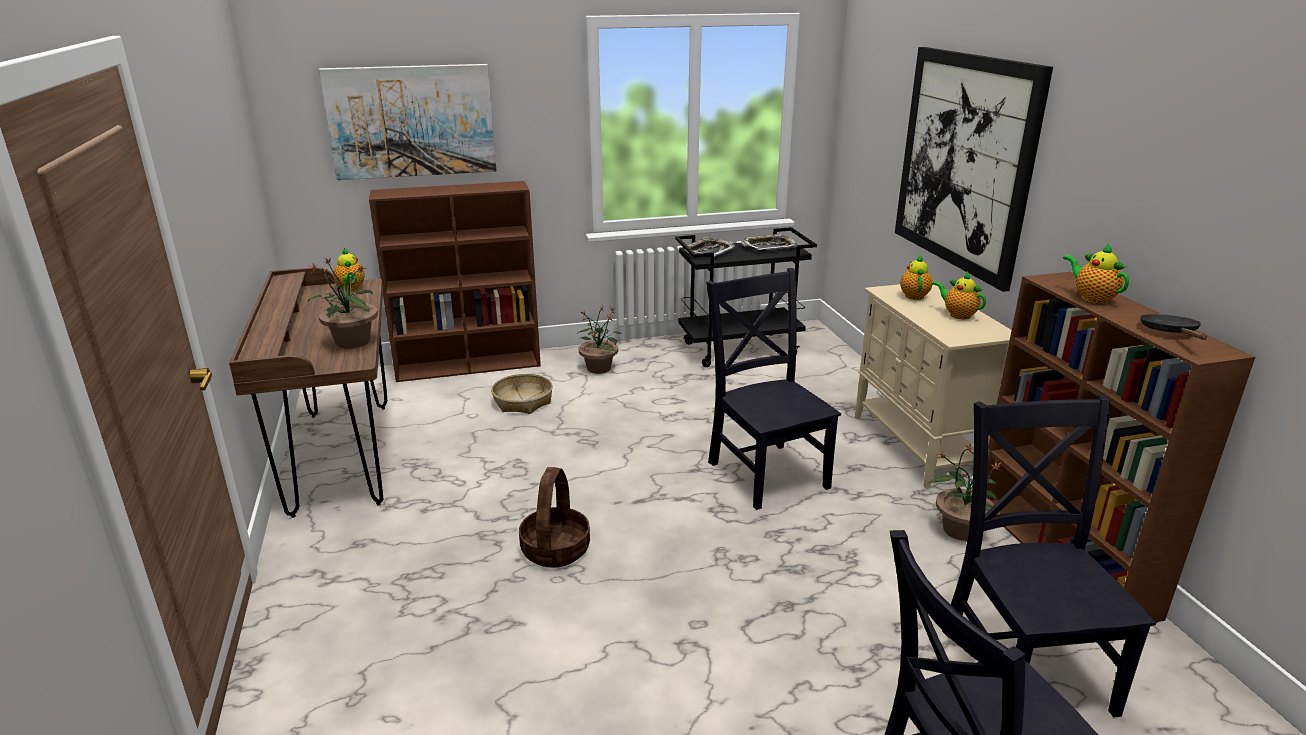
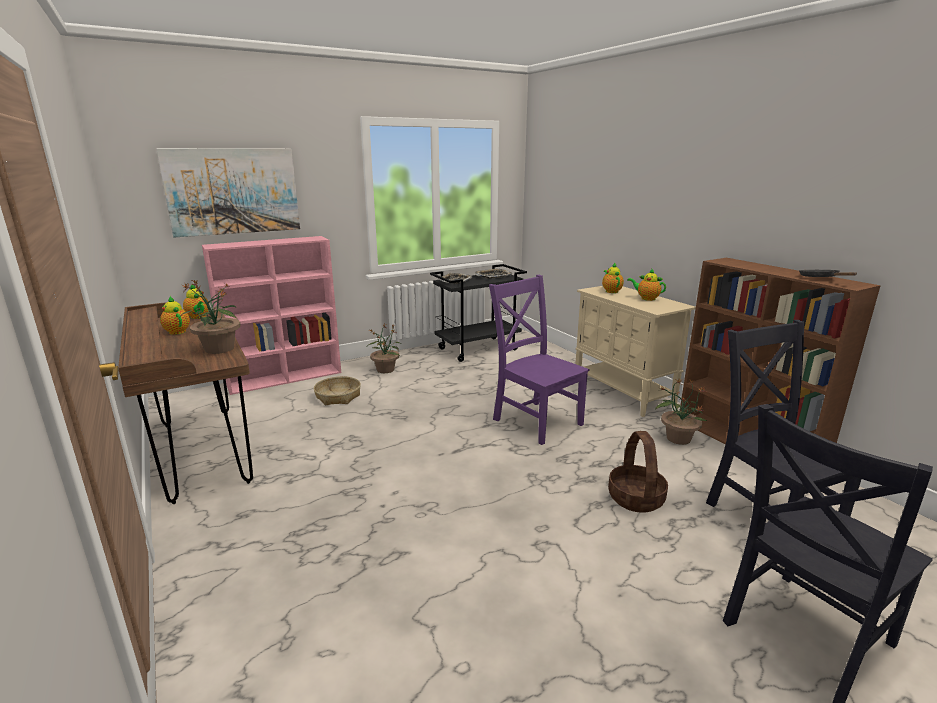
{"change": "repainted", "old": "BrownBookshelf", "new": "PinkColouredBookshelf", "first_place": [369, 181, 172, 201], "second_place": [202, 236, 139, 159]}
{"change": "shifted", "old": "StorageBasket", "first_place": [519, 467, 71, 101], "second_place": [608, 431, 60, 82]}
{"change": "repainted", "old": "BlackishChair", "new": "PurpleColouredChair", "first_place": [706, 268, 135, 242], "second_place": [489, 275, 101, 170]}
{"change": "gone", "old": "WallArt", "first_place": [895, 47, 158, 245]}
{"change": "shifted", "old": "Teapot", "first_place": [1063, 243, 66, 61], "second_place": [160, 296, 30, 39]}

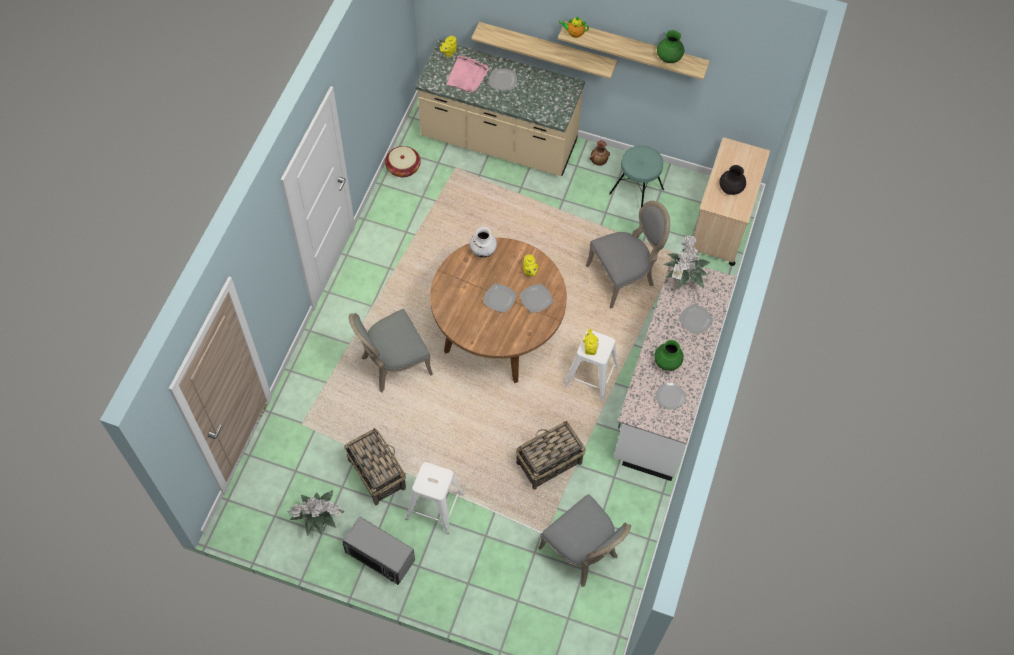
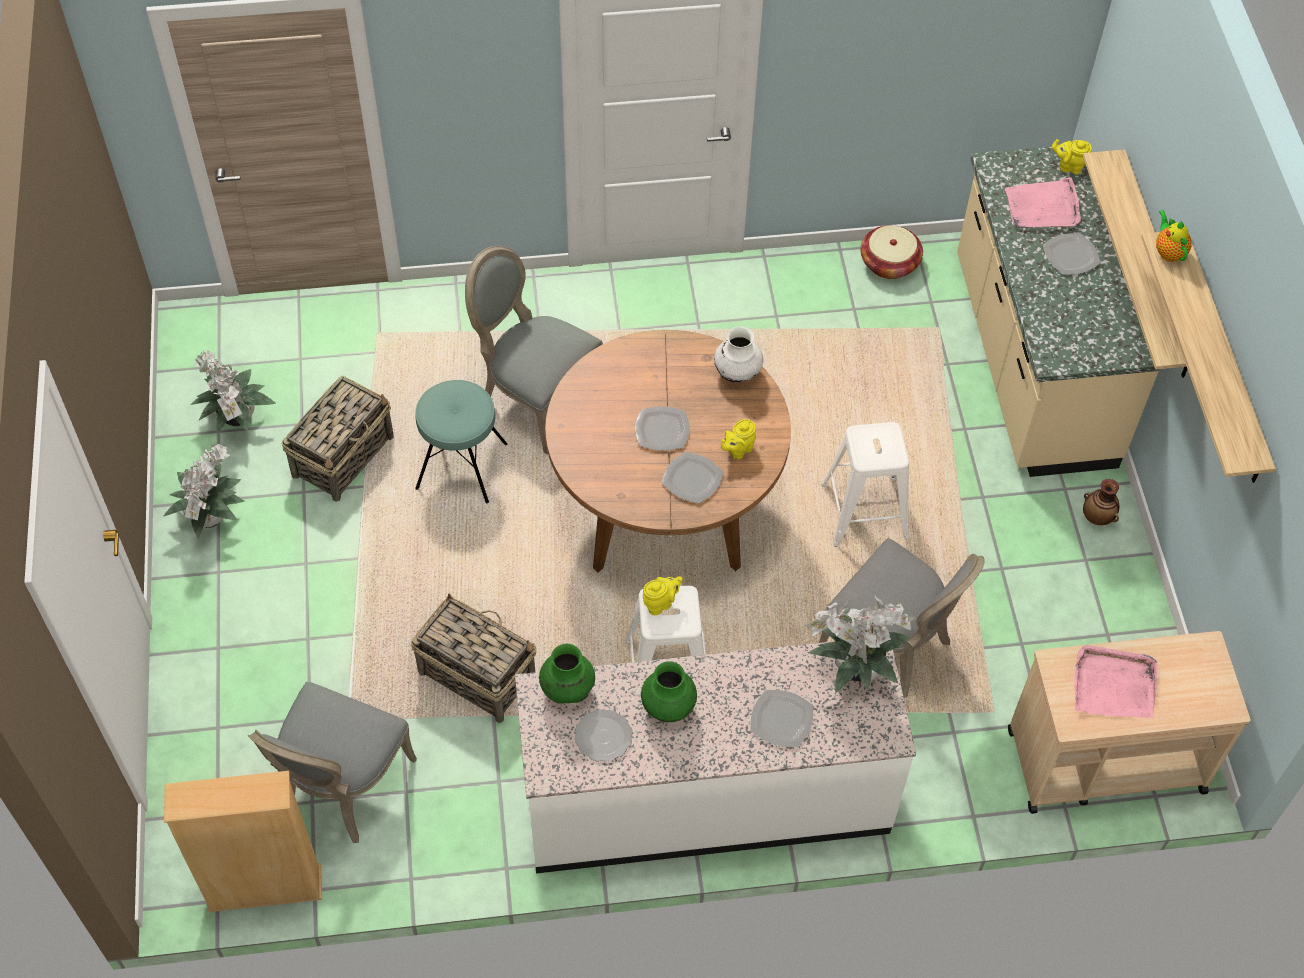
{"change": "swapped", "old": "KitchenMicrowave", "new": "PottedPlant", "first_place": [342, 517, 73, 68], "second_place": [163, 443, 81, 96]}
{"change": "shifted", "old": "WhiteStool", "first_place": [405, 462, 59, 72], "second_place": [821, 422, 89, 125]}
{"change": "shifted", "old": "TurquoiseColouredStool", "first_place": [609, 145, 55, 62], "second_place": [415, 380, 92, 123]}
{"change": "shifted", "old": "GreenishFlowerVase", "first_place": [657, 30, 27, 33], "second_place": [539, 644, 56, 60]}
{"change": "swapped", "old": "BlackishFlowerVase", "new": "PinkColouredServingTray", "first_place": [719, 165, 27, 30], "second_place": [1074, 645, 83, 73]}
{"change": "new", "new": "BeigeColouredBookshelf", "second_place": [164, 771, 158, 141]}

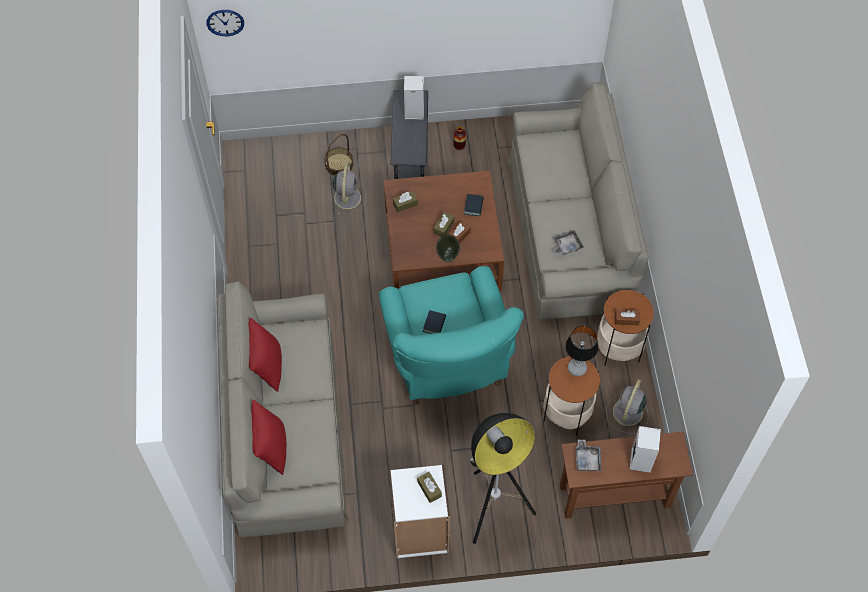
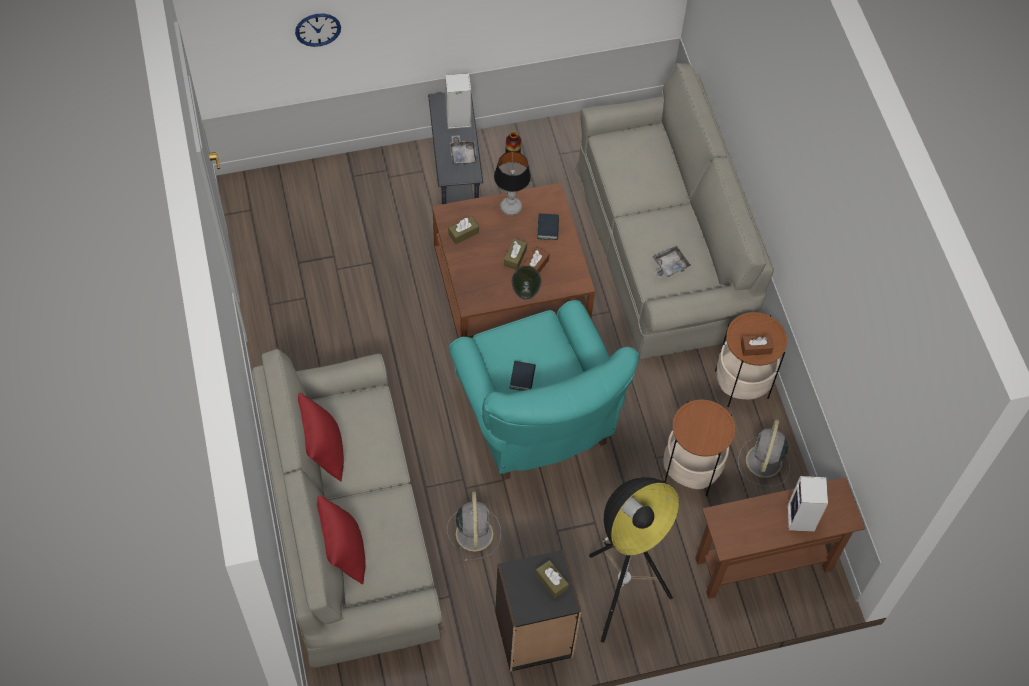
{"change": "shifted", "old": "WallClock", "first_place": [207, 10, 37, 26], "second_place": [295, 13, 46, 34]}
{"change": "gone", "old": "StorageBasket", "first_place": [324, 134, 30, 42]}
{"change": "shifted", "old": "GrayFan", "first_place": [328, 163, 39, 52], "second_place": [447, 491, 54, 70]}
{"change": "repainted", "old": "WhiteBookshelf", "new": "BlackishBookshelf", "first_place": [389, 465, 61, 94], "second_place": [495, 549, 87, 123]}
{"change": "shifted", "old": "TabletopLamp", "first_place": [565, 326, 33, 50], "second_place": [494, 151, 37, 65]}
{"change": "shifted", "old": "GrayServingTray", "first_place": [576, 440, 25, 31], "second_place": [450, 135, 28, 30]}

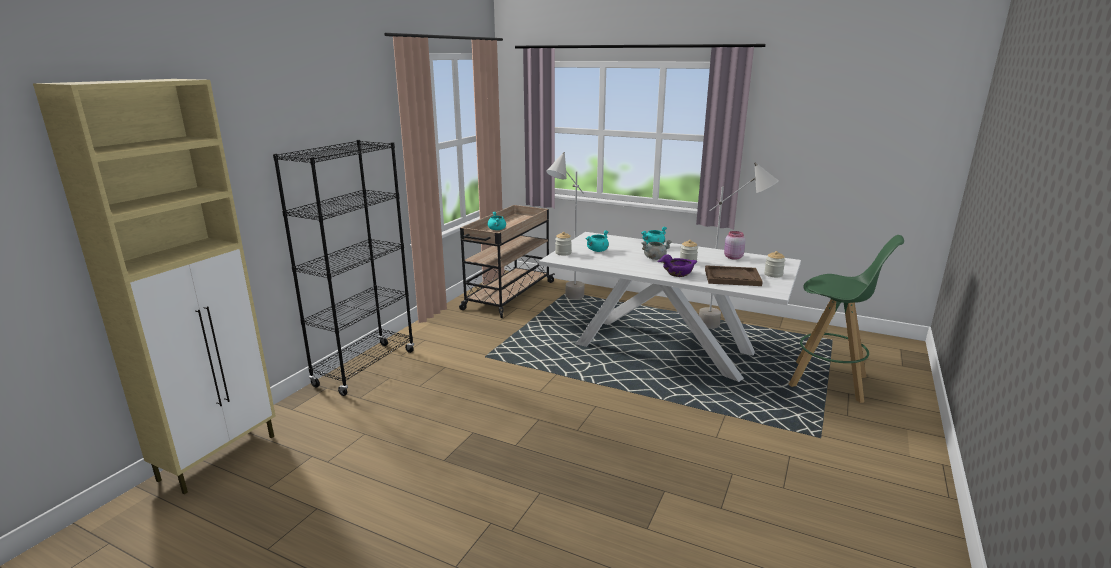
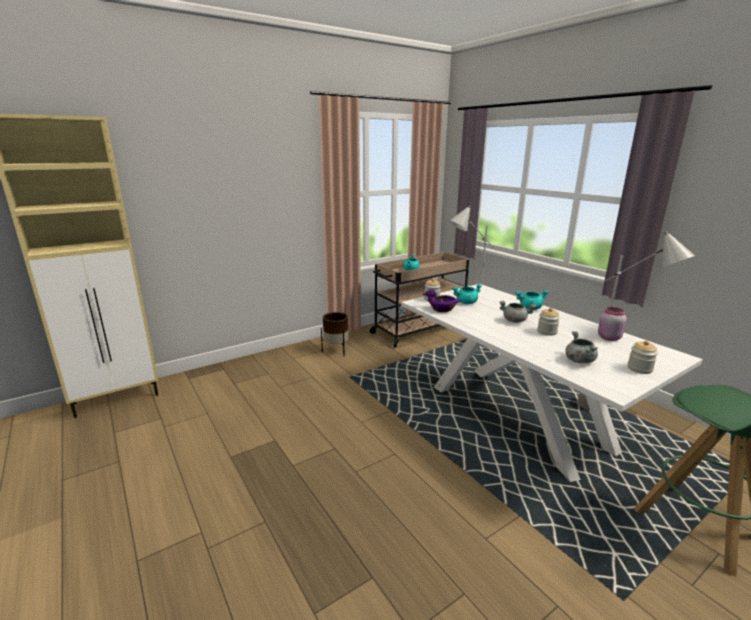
{"change": "gone", "old": "BlackishBookshelf", "first_place": [273, 140, 141, 256]}
{"change": "shifted", "old": "PurpleColouredServingBowl", "first_place": [657, 255, 40, 22], "second_place": [423, 289, 38, 23]}
{"change": "swapped", "old": "BrownServingTray", "new": "GrayStockpot", "first_place": [705, 265, 58, 21], "second_place": [565, 331, 33, 32]}
{"change": "new", "new": "BrownPlantPot", "second_place": [321, 312, 28, 44]}

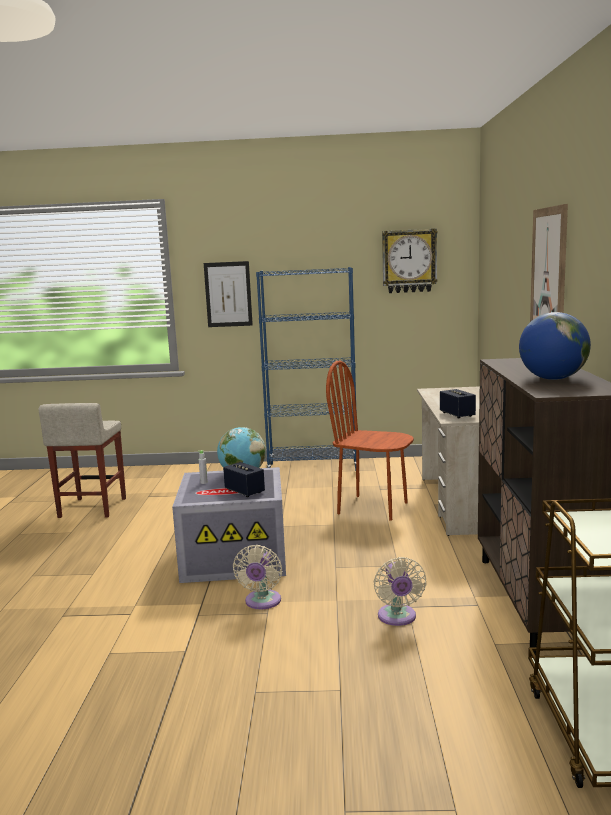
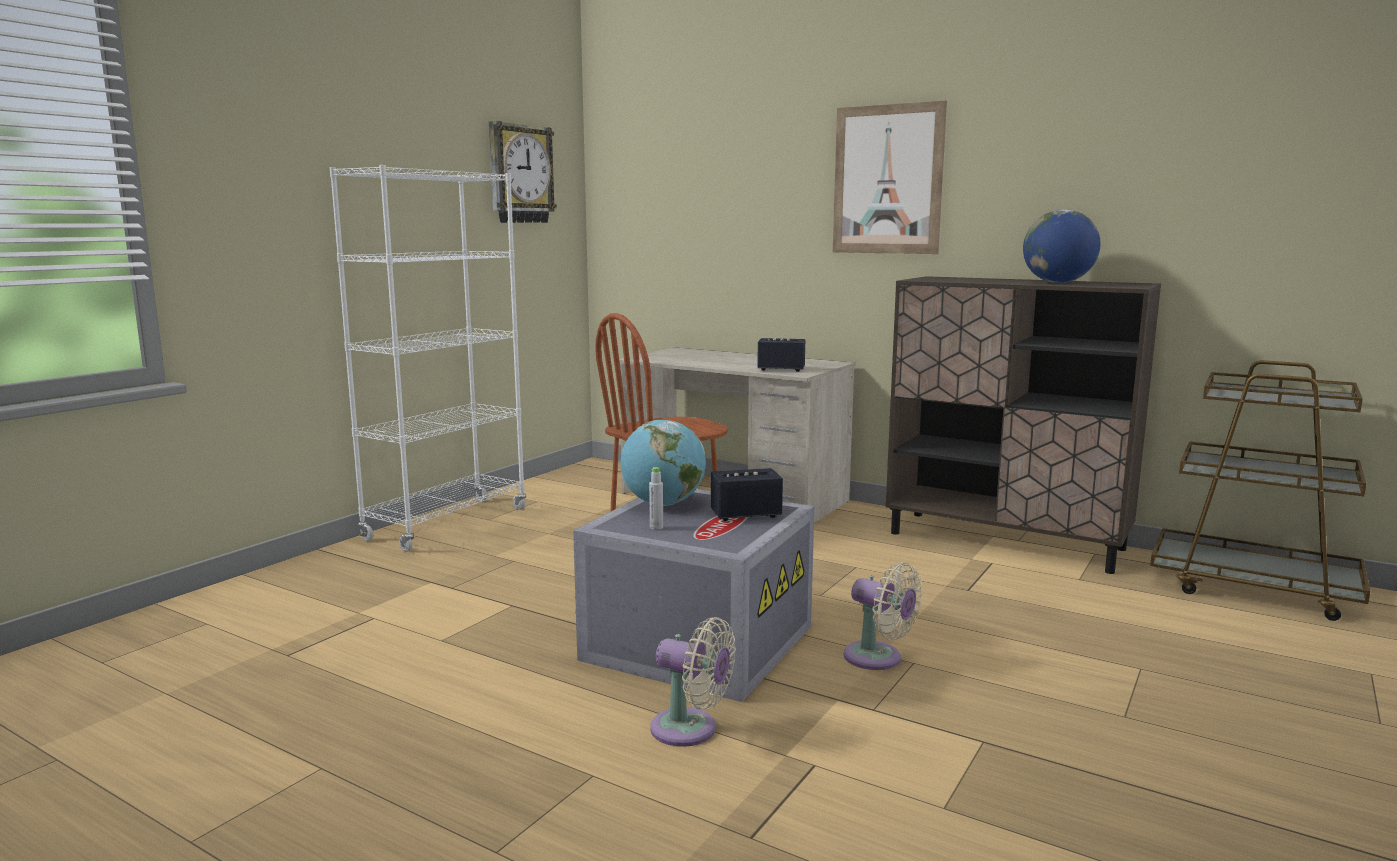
{"change": "gone", "old": "BeigeColouredStool", "first_place": [38, 403, 88, 115]}
{"change": "gone", "old": "WallArt", "first_place": [204, 261, 49, 66]}
{"change": "repainted", "old": "BlueBookshelf", "new": "WhiteBookshelf", "first_place": [256, 267, 101, 204], "second_place": [330, 165, 196, 387]}
{"change": "shifted", "old": "BeigeColouredFan", "first_place": [373, 557, 54, 69], "second_place": [650, 617, 86, 130]}

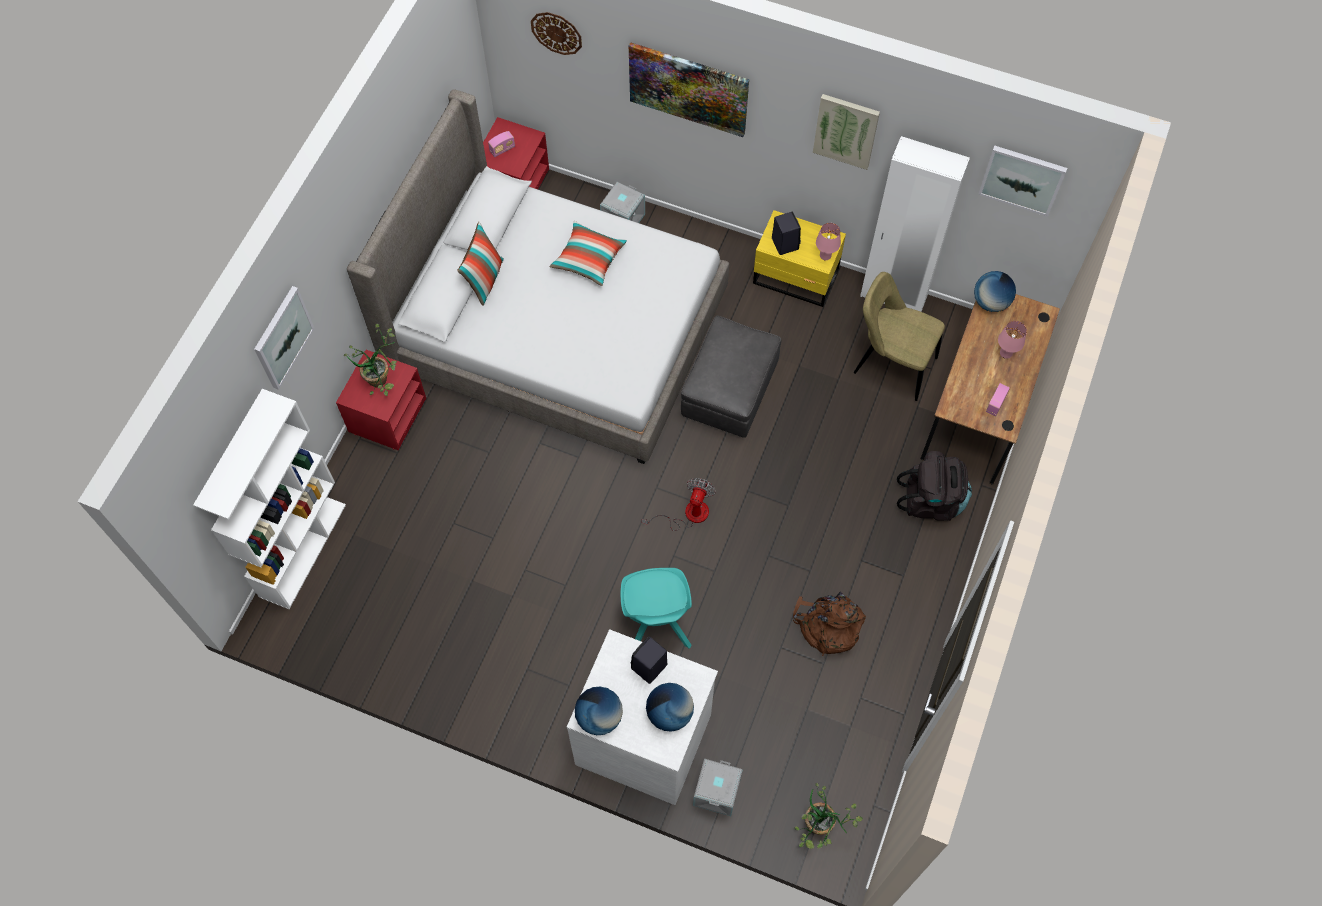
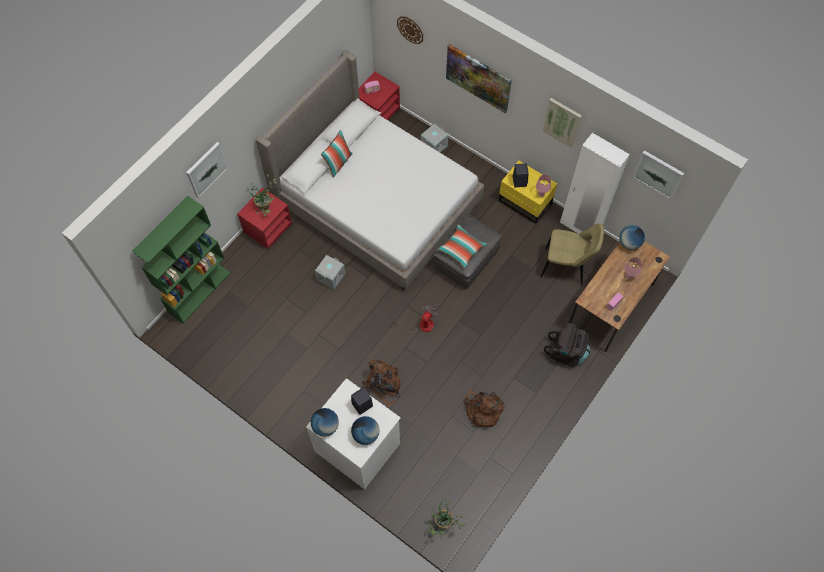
{"change": "repainted", "old": "WhiteBookshelf", "new": "GreenishBookshelf", "first_place": [193, 389, 153, 220], "second_place": [132, 196, 98, 128]}
{"change": "shifted", "old": "Pillow", "first_place": [550, 221, 77, 65], "second_place": [437, 225, 50, 43]}
{"change": "swapped", "old": "TurquoiseColouredChair", "new": "BrownKnapsack", "first_place": [621, 568, 71, 81], "second_place": [362, 360, 38, 47]}
{"change": "shifted", "old": "GrayStorageBox", "first_place": [693, 759, 50, 57], "second_place": [315, 255, 30, 34]}
{"change": "rotated", "old": "BeigeColouredChair", "first_place": [854, 272, 91, 129], "second_place": [541, 223, 63, 61], "degrees": 150}

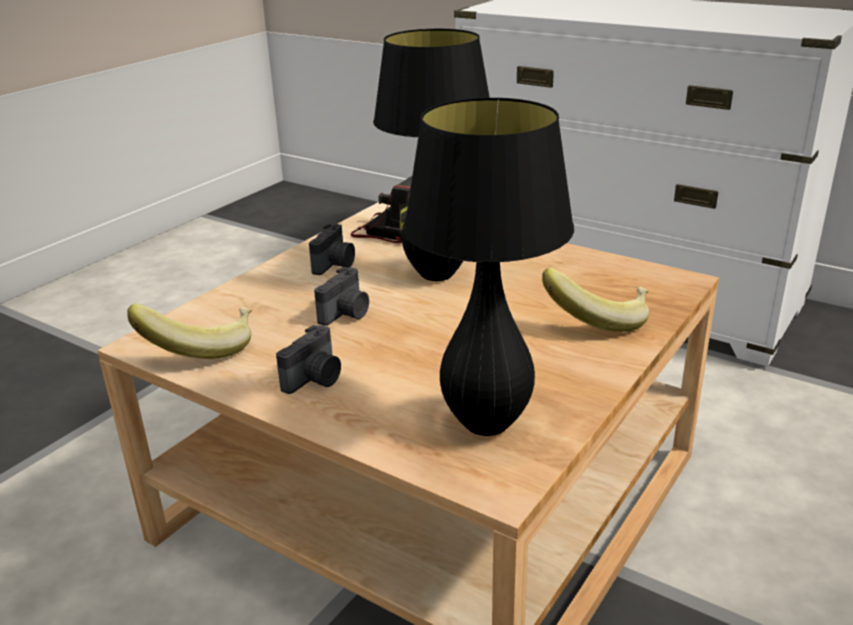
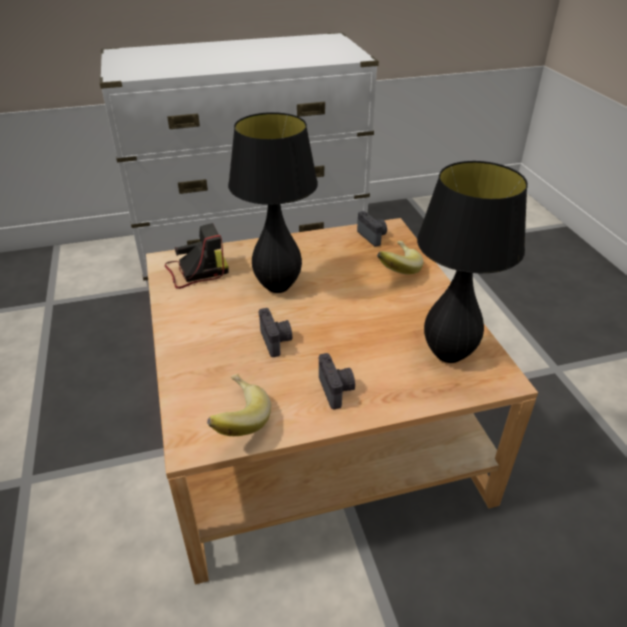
{"change": "shifted", "old": "StillCamera", "first_place": [309, 223, 46, 52], "second_place": [357, 211, 30, 36]}

